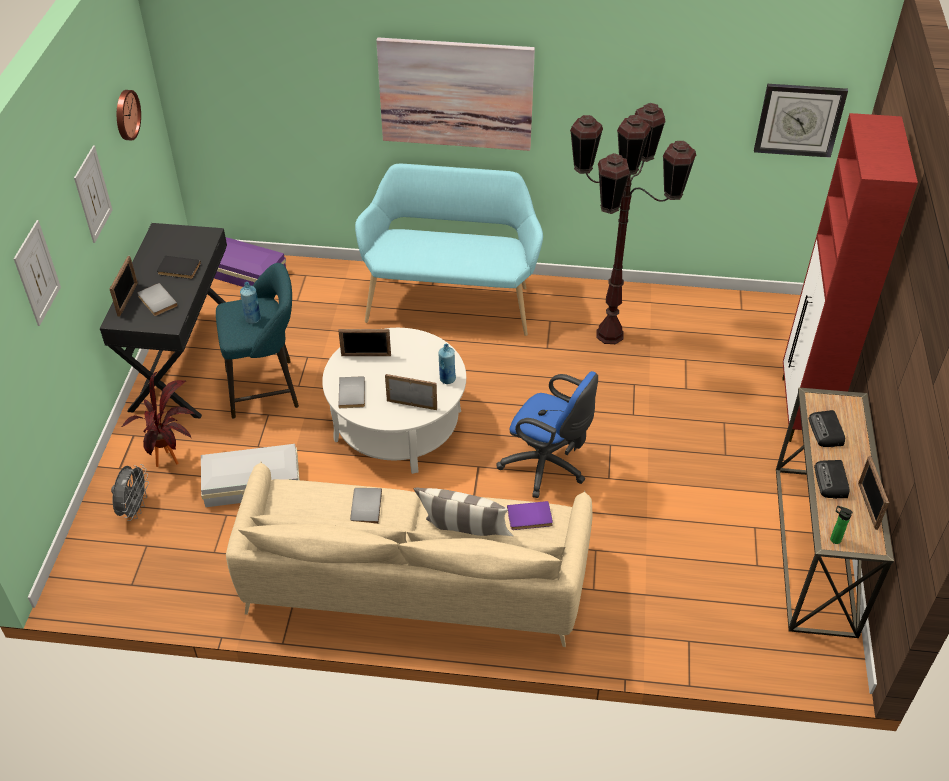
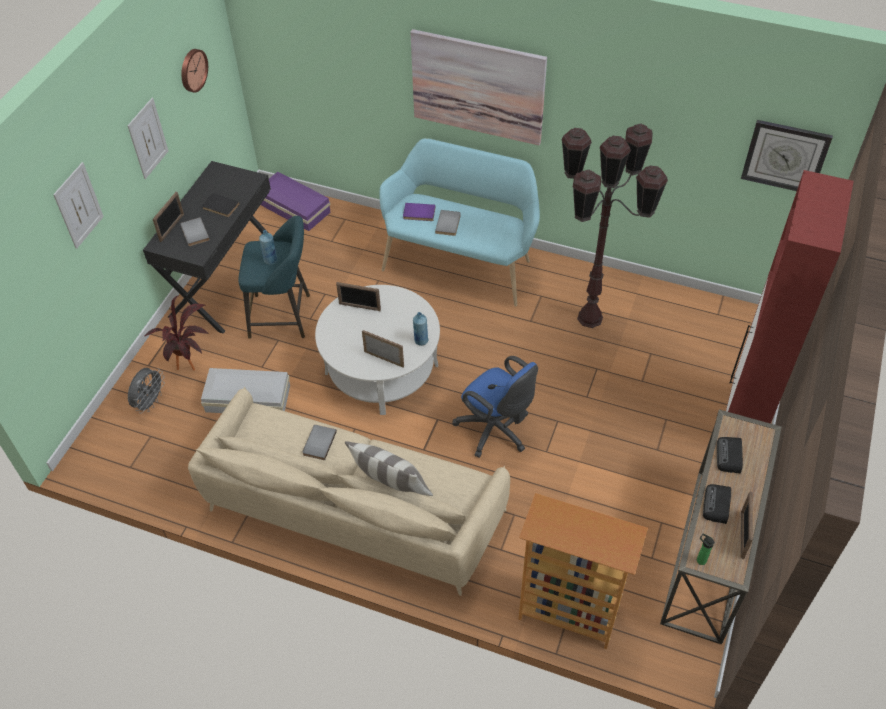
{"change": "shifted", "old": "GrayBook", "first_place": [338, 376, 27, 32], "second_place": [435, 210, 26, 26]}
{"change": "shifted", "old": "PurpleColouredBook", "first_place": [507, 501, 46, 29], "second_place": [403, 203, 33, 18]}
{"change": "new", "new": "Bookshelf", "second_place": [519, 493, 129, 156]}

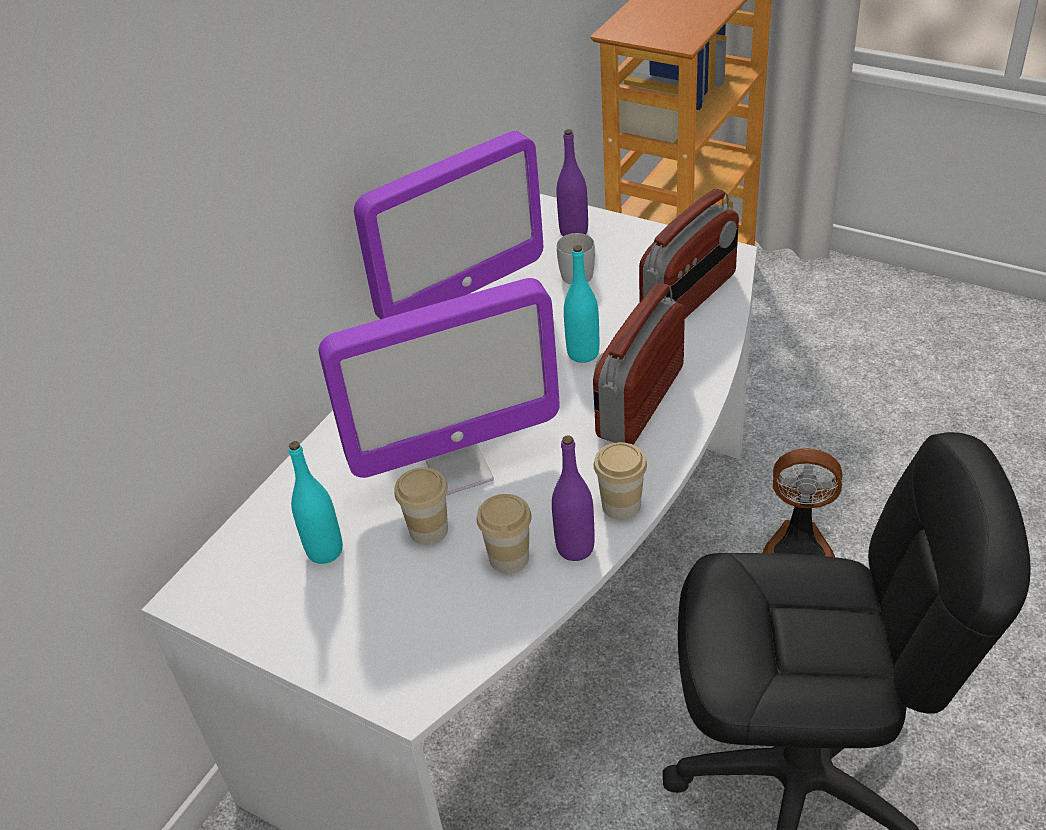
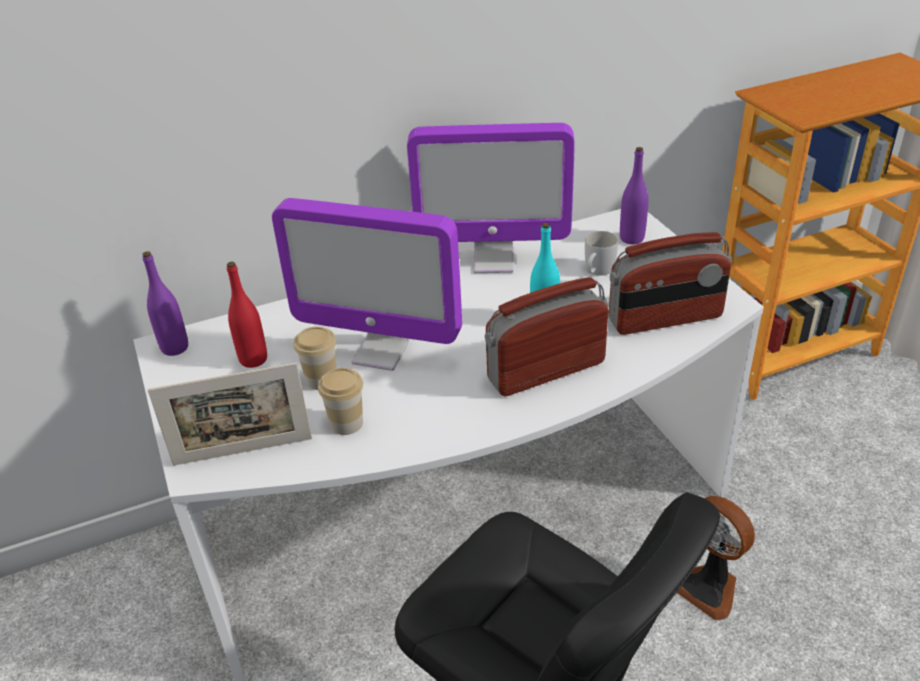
{"change": "repainted", "old": "TurquoiseColouredDrinkBottle", "new": "ReddishDrinkBottle", "first_place": [289, 441, 54, 123], "second_place": [227, 262, 40, 106]}
{"change": "shifted", "old": "PurpleColouredDrinkBottle", "first_place": [552, 435, 43, 126], "second_place": [142, 251, 46, 105]}
{"change": "gone", "old": "SmallCup", "first_place": [594, 442, 53, 78]}
{"change": "new", "new": "StandingFrame", "second_place": [148, 363, 164, 103]}

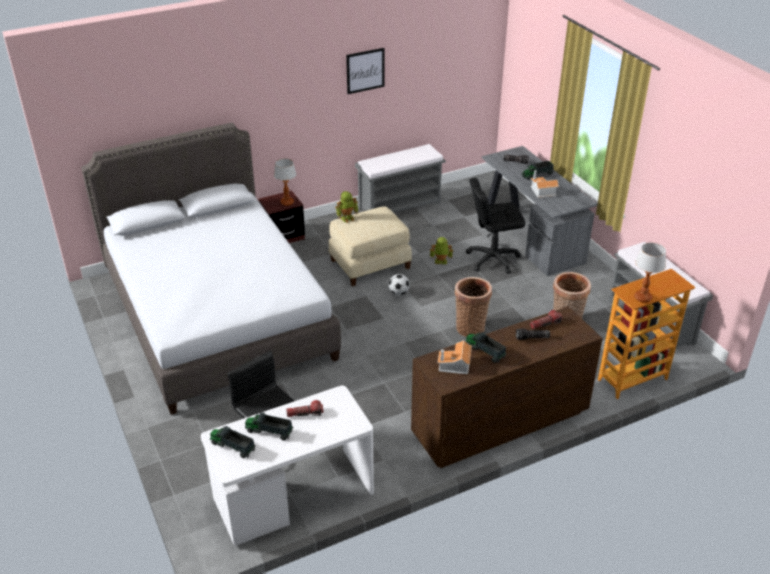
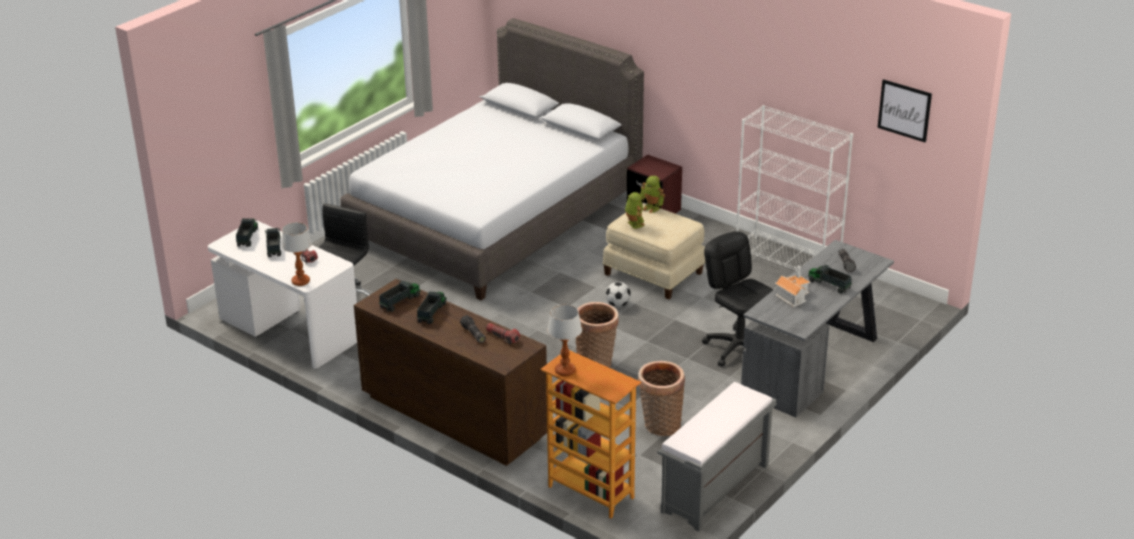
{"change": "shifted", "old": "TabletopLamp", "first_place": [274, 158, 22, 48], "second_place": [281, 222, 31, 64]}
{"change": "shifted", "old": "WallArt", "first_place": [346, 48, 39, 46], "second_place": [877, 79, 55, 63]}
{"change": "swapped", "old": "GrayBench", "new": "WhiteBookshelf", "first_place": [355, 144, 91, 69], "second_place": [736, 105, 117, 166]}
{"change": "shifted", "old": "ToyRobot", "first_place": [430, 237, 23, 27], "second_place": [625, 192, 20, 37]}
{"change": "swapped", "old": "MiniatureHouse", "new": "ToyTruck", "first_place": [438, 340, 34, 34], "second_place": [379, 281, 42, 31]}

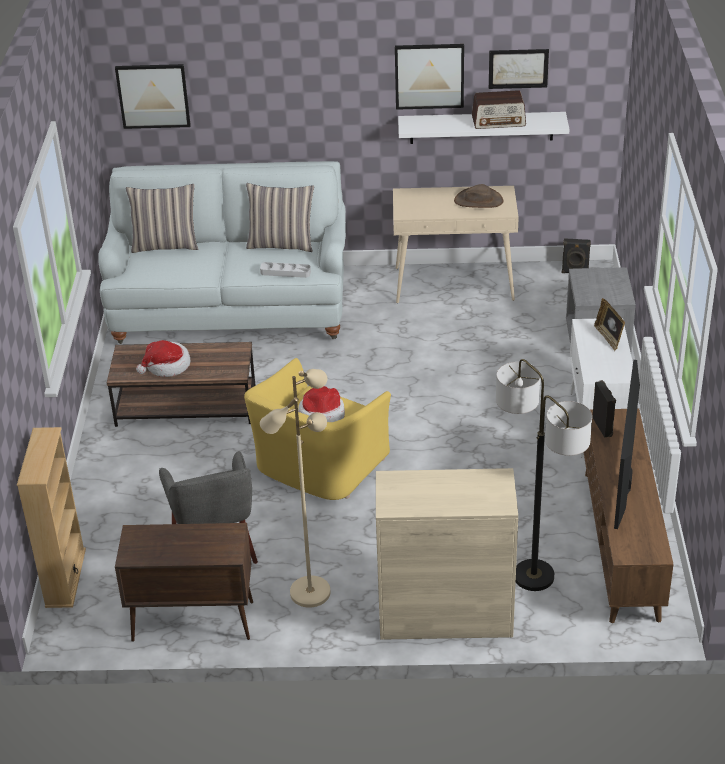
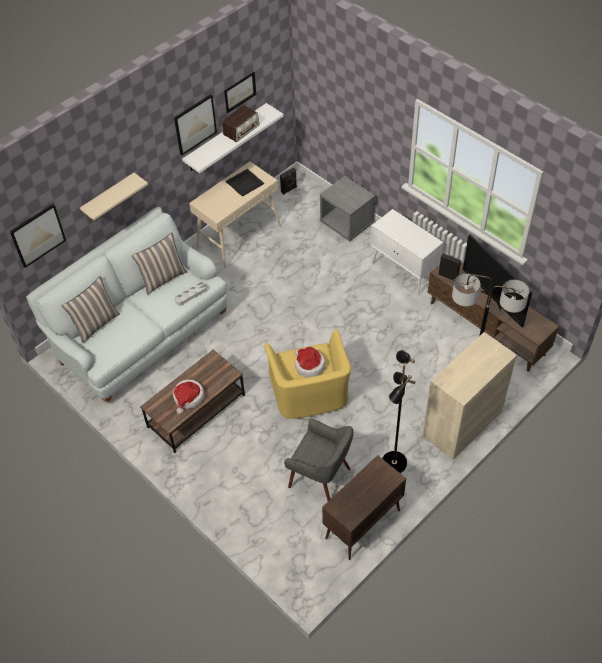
{"change": "gone", "old": "BeigeColouredBookshelf", "first_place": [17, 427, 69, 181]}
{"change": "repainted", "old": "BeigeColouredStandingLamp", "new": "BlackishStandingLamp", "first_place": [260, 369, 71, 239], "second_place": [382, 350, 34, 123]}
{"change": "swapped", "old": "BrownWearableHat", "new": "BlackishServingTray", "first_place": [454, 184, 49, 24], "second_place": [226, 169, 38, 28]}
{"change": "gone", "old": "StandingFrame", "first_place": [594, 298, 31, 53]}
{"change": "new", "new": "BeigeColouredWallShelf", "second_place": [80, 173, 68, 48]}

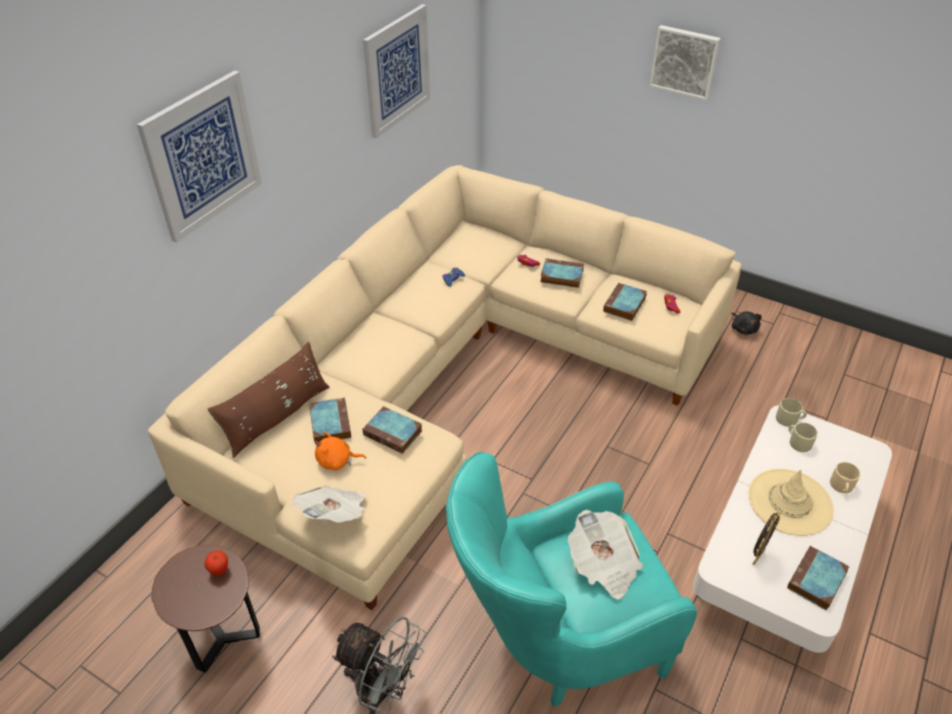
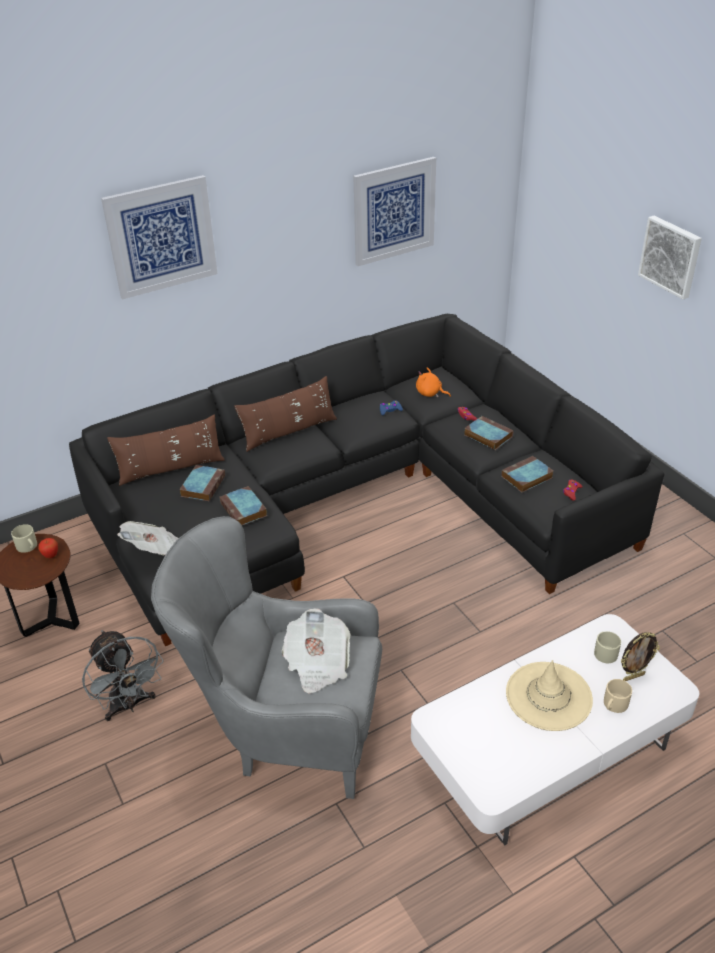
{"change": "repainted", "old": "BeigeColouredCouch", "new": "BlackishCouch", "first_place": [148, 165, 594, 445], "second_place": [69, 314, 596, 332]}
{"change": "shifted", "old": "OrangeCuddlyToy", "first_place": [314, 431, 52, 39], "second_place": [416, 367, 35, 31]}
{"change": "repainted", "old": "TurquoiseColouredArmchair", "new": "GrayArmchair", "first_place": [446, 452, 251, 255], "second_place": [151, 516, 231, 283]}
{"change": "gone", "old": "BlackishCuddlyToy", "first_place": [732, 311, 29, 23]}
{"change": "shifted", "old": "StandingFrame", "first_place": [752, 512, 28, 53], "second_place": [621, 632, 39, 49]}
{"change": "shifted", "old": "BeigeColouredCoffeeMug", "first_place": [776, 398, 31, 29], "second_place": [11, 524, 26, 29]}
{"change": "gone", "old": "Book", "first_place": [787, 546, 62, 64]}
{"change": "new", "new": "BrownPillow", "second_place": [234, 376, 103, 76]}

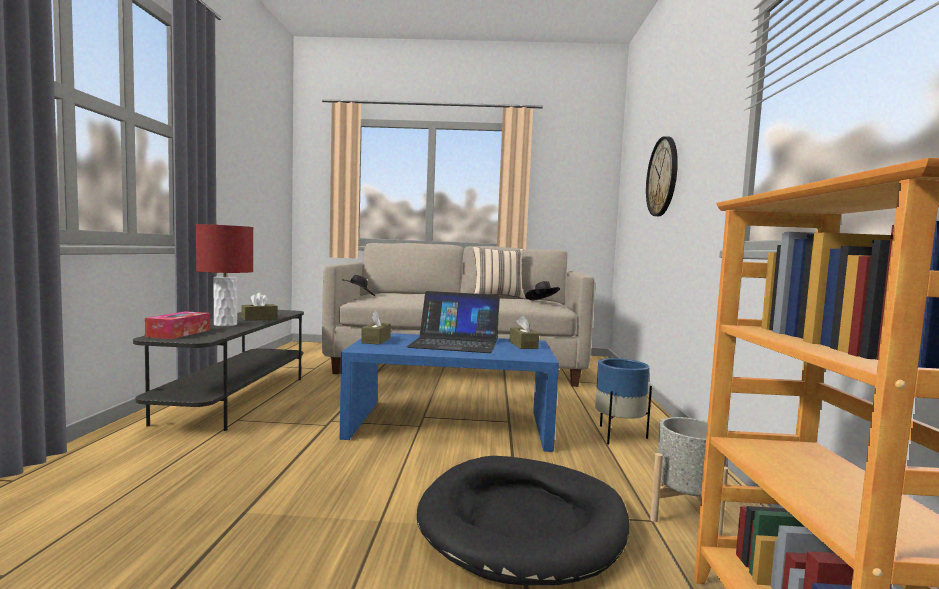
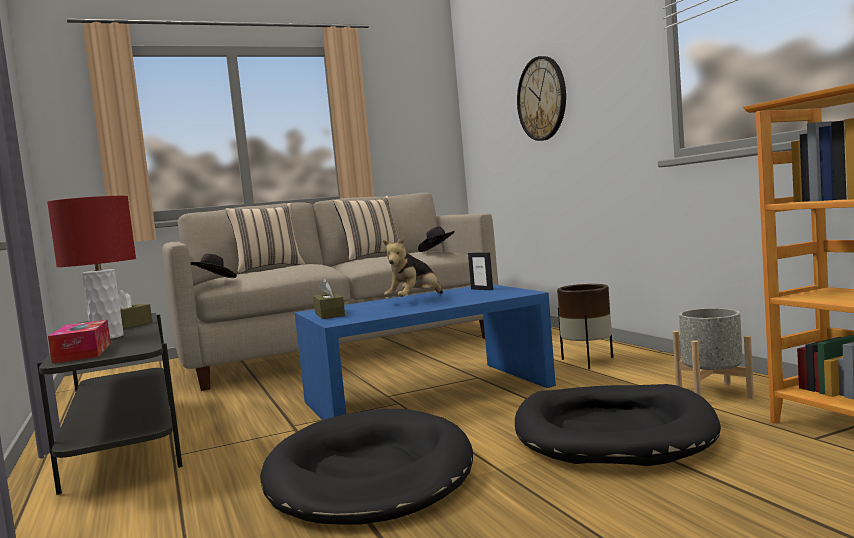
{"change": "swapped", "old": "Laptop", "new": "CuddlyToy", "first_place": [407, 291, 93, 62], "second_place": [383, 236, 60, 61]}
{"change": "swapped", "old": "BrownTissueHolder", "new": "StandingFrame", "first_place": [509, 316, 30, 33], "second_place": [468, 252, 25, 38]}
{"change": "repainted", "old": "BluePlantPot", "new": "BrownPlantPot", "first_place": [595, 358, 57, 86], "second_place": [557, 284, 56, 85]}
{"change": "new", "new": "BeigeColouredPillow", "second_place": [225, 203, 80, 70]}
{"change": "new", "new": "BlackishDogBed", "second_place": [260, 409, 213, 115]}

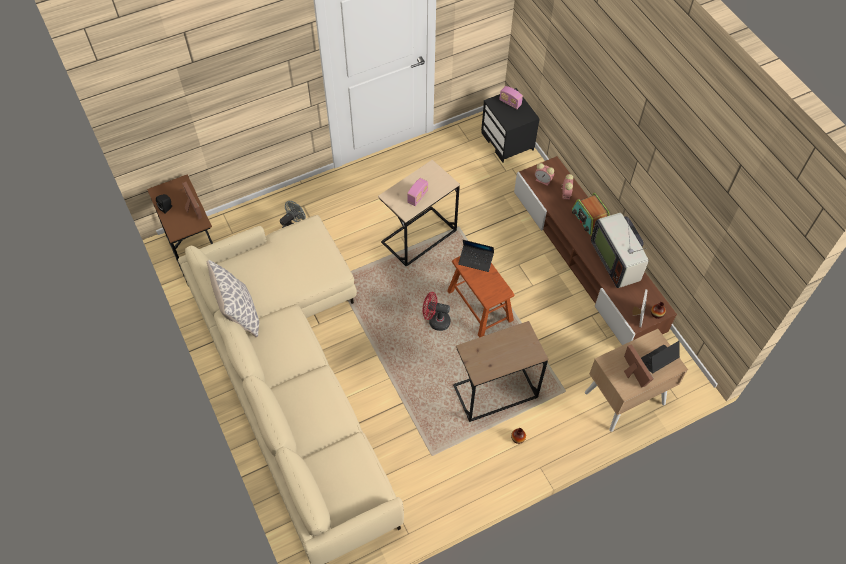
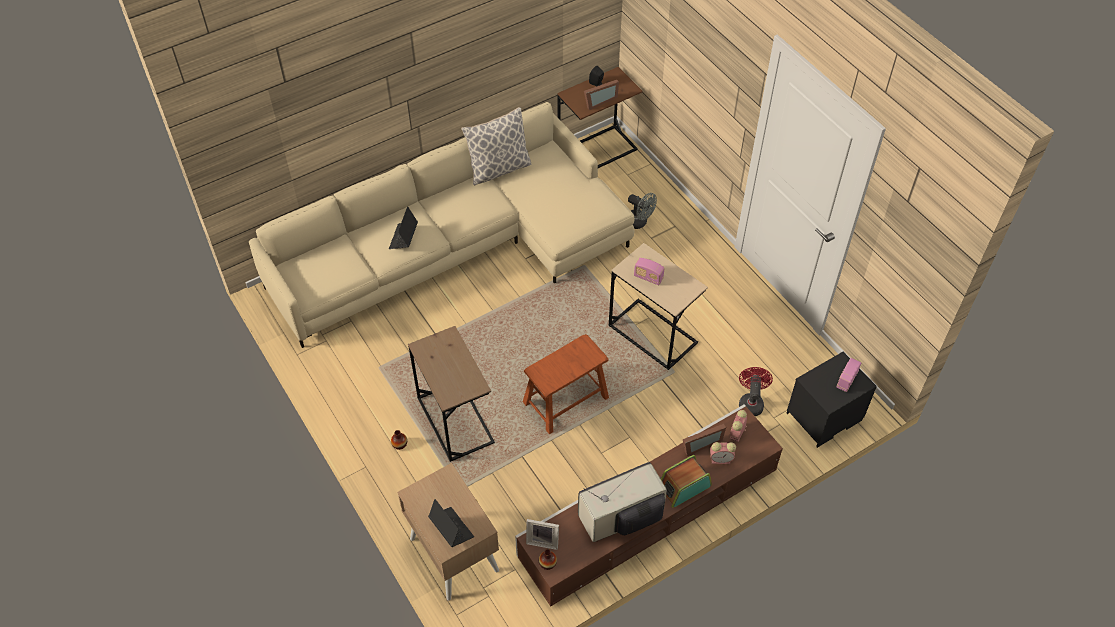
{"change": "shifted", "old": "ReddishFan", "first_place": [423, 292, 28, 39], "second_place": [739, 367, 34, 49]}
{"change": "shifted", "old": "Laptop", "first_place": [458, 240, 36, 32], "second_place": [389, 206, 29, 43]}
{"change": "shifted", "old": "StandingFrame", "first_place": [624, 344, 30, 44], "second_place": [683, 424, 43, 32]}

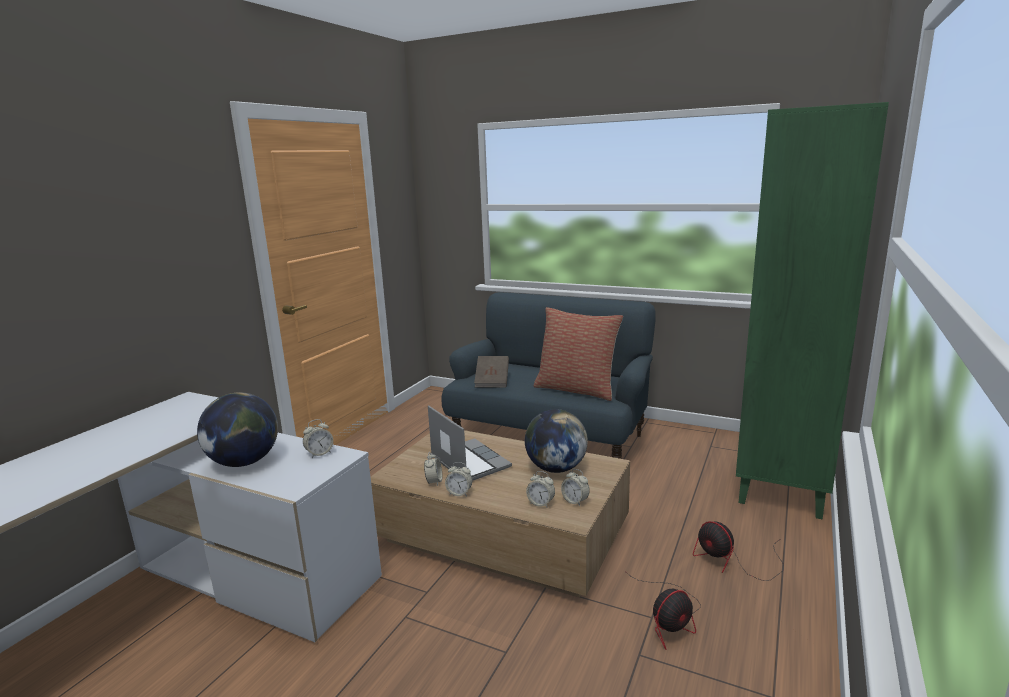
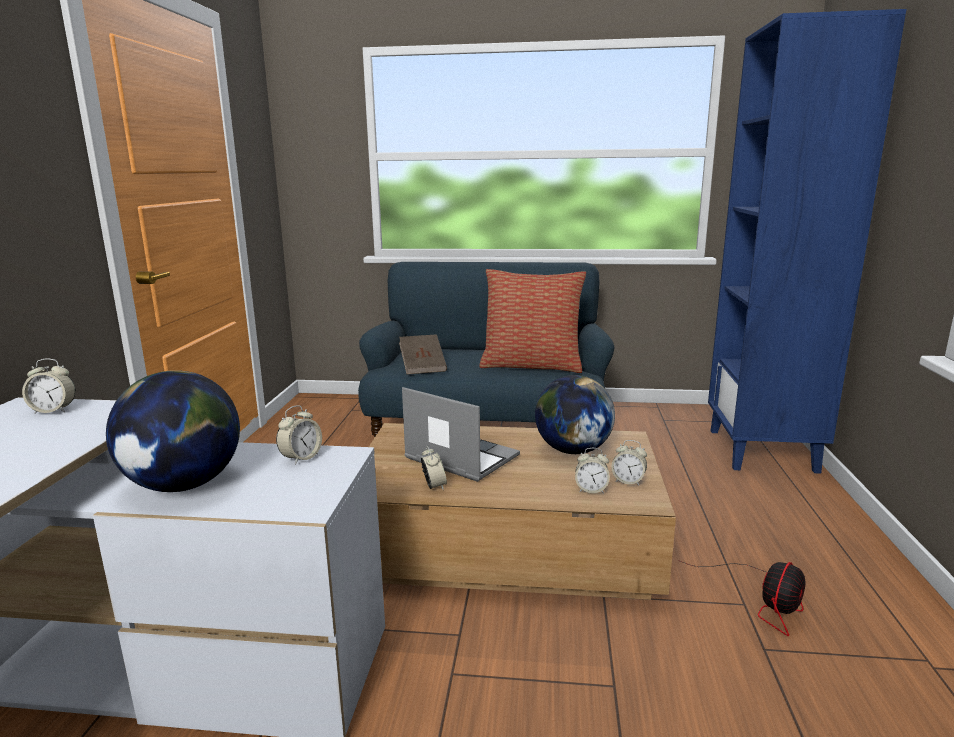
{"change": "shifted", "old": "AlarmClock", "first_place": [445, 462, 27, 34], "second_place": [22, 358, 53, 56]}
{"change": "gone", "old": "Fan", "first_place": [693, 521, 91, 60]}
{"change": "repainted", "old": "GreenishBookshelf", "new": "BlueBookshelf", "first_place": [736, 102, 153, 417], "second_place": [708, 9, 198, 465]}

